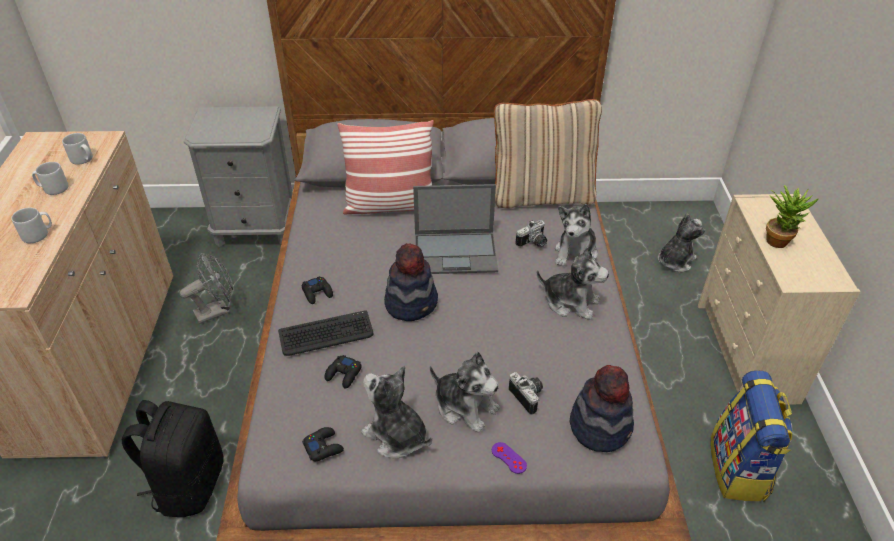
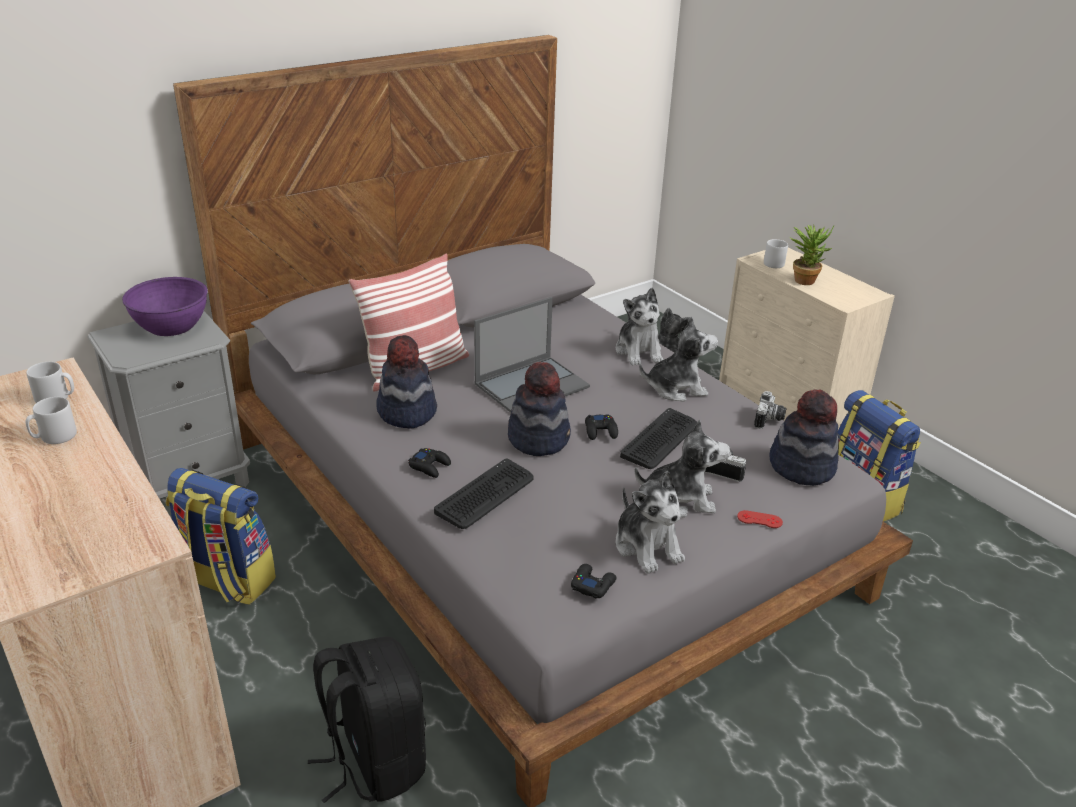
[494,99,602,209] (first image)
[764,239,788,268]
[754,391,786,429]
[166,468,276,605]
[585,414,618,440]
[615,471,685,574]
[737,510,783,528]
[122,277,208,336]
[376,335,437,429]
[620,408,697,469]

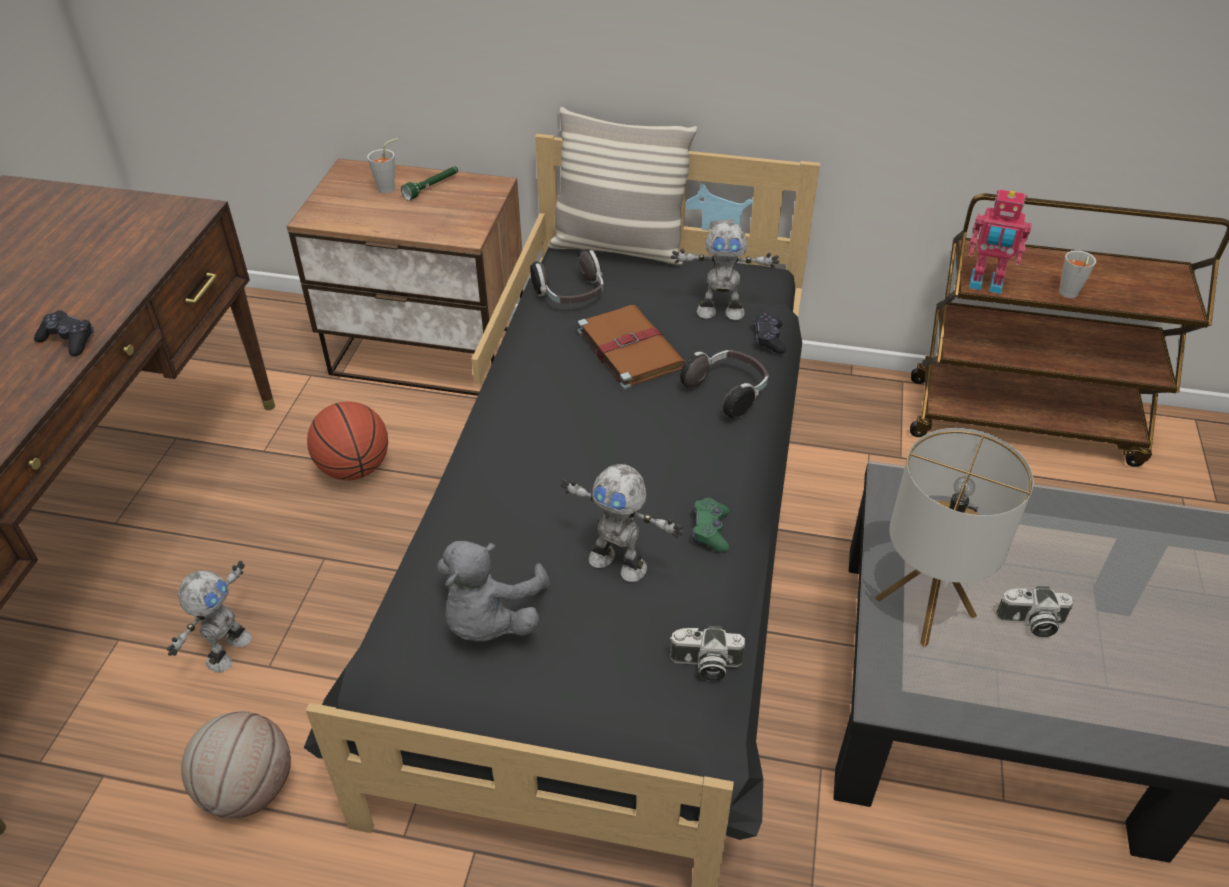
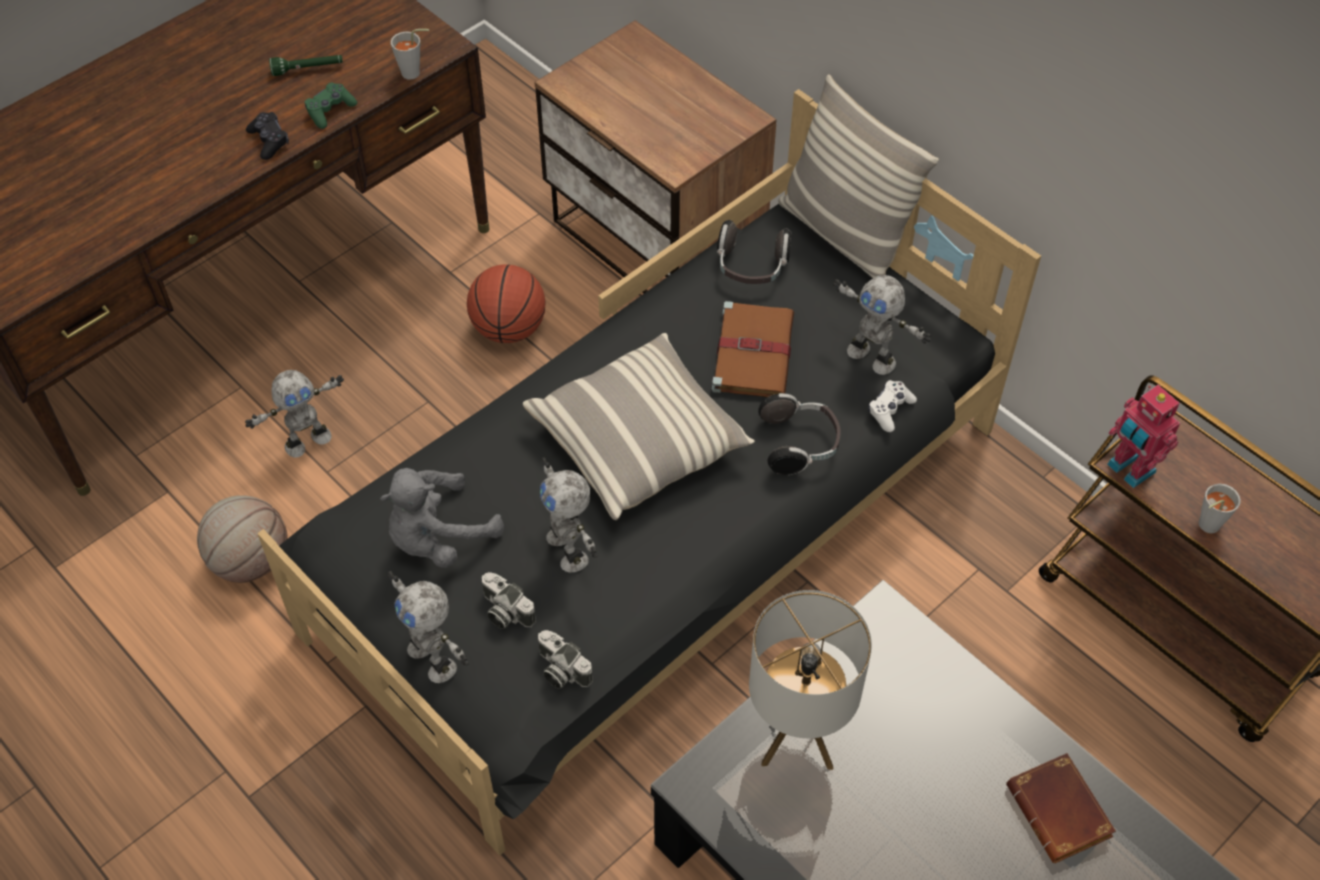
[391,29,429,80]
[269,55,343,76]
[868,380,917,432]
[304,82,357,129]
[482,572,536,629]
[523,333,755,520]
[388,571,469,683]
[1006,753,1116,863]

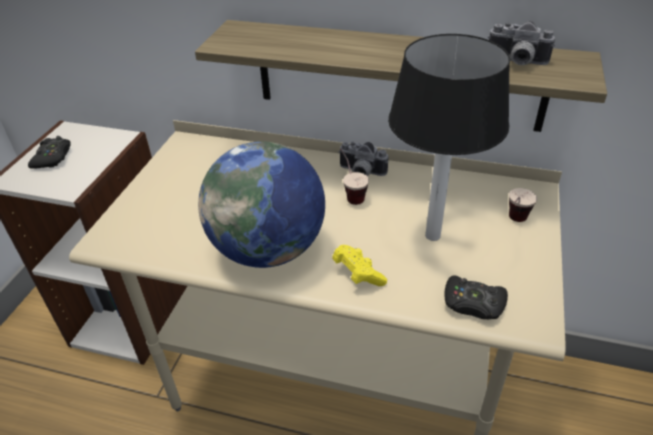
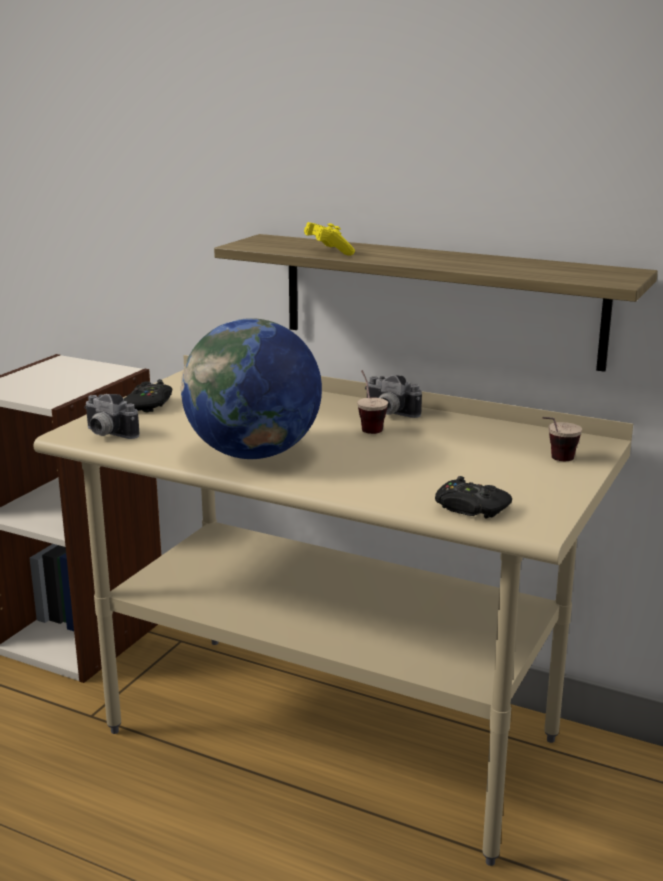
[84,394,140,439]
[388,34,510,241] (first image)
[124,379,172,413]
[304,222,355,256]

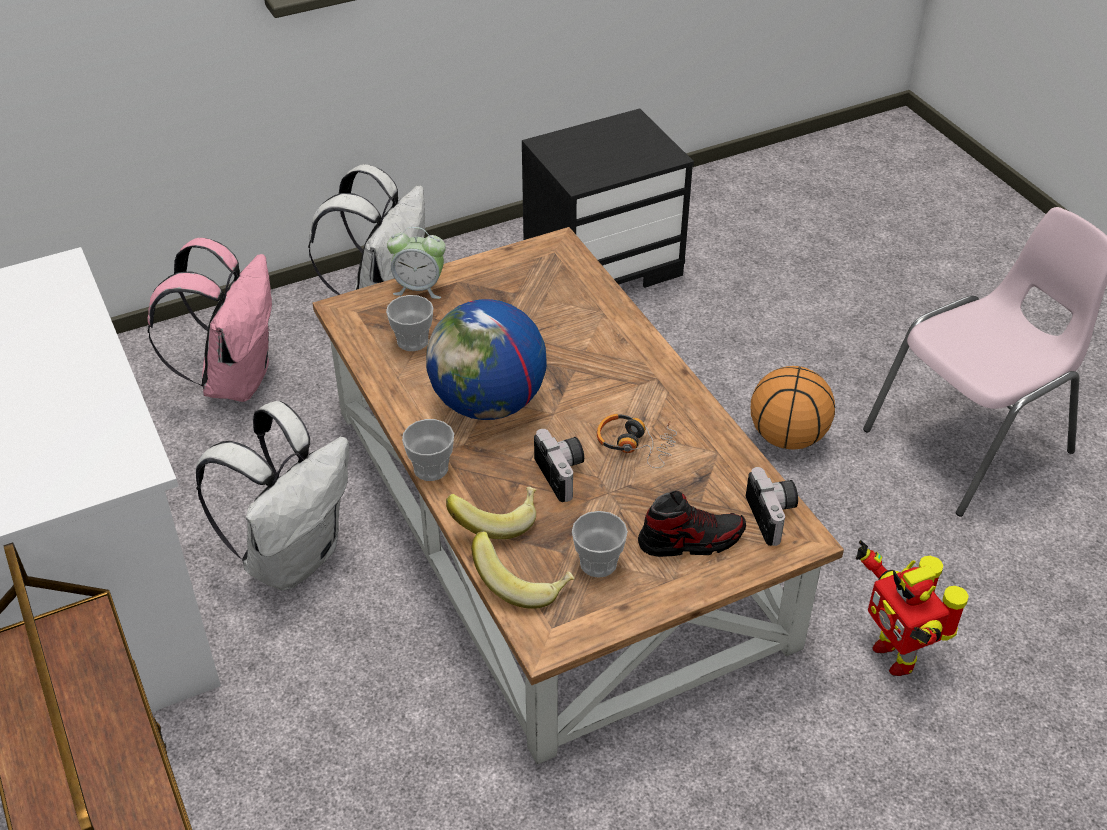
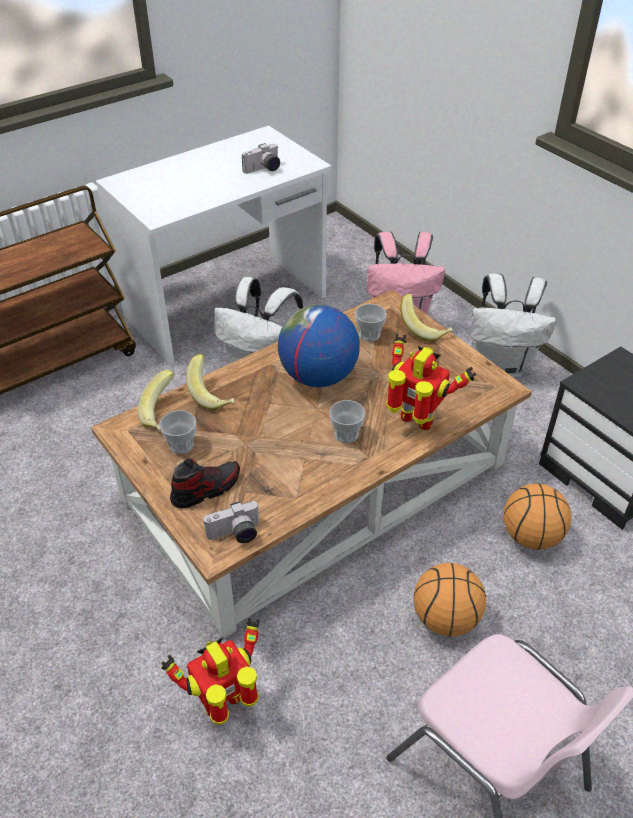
[400,294,453,342]
[597,414,677,468] (first image)
[329,400,365,443]
[242,143,280,174]
[170,458,240,509]
[386,334,476,430]
[503,483,571,550]

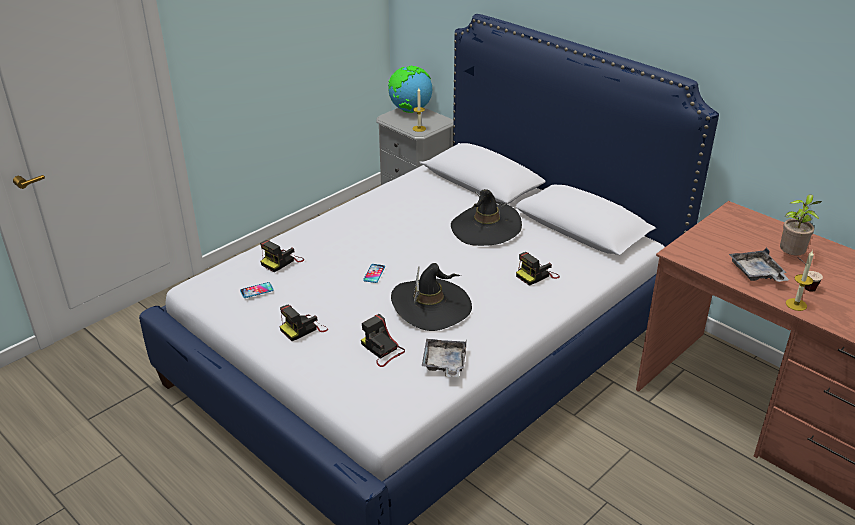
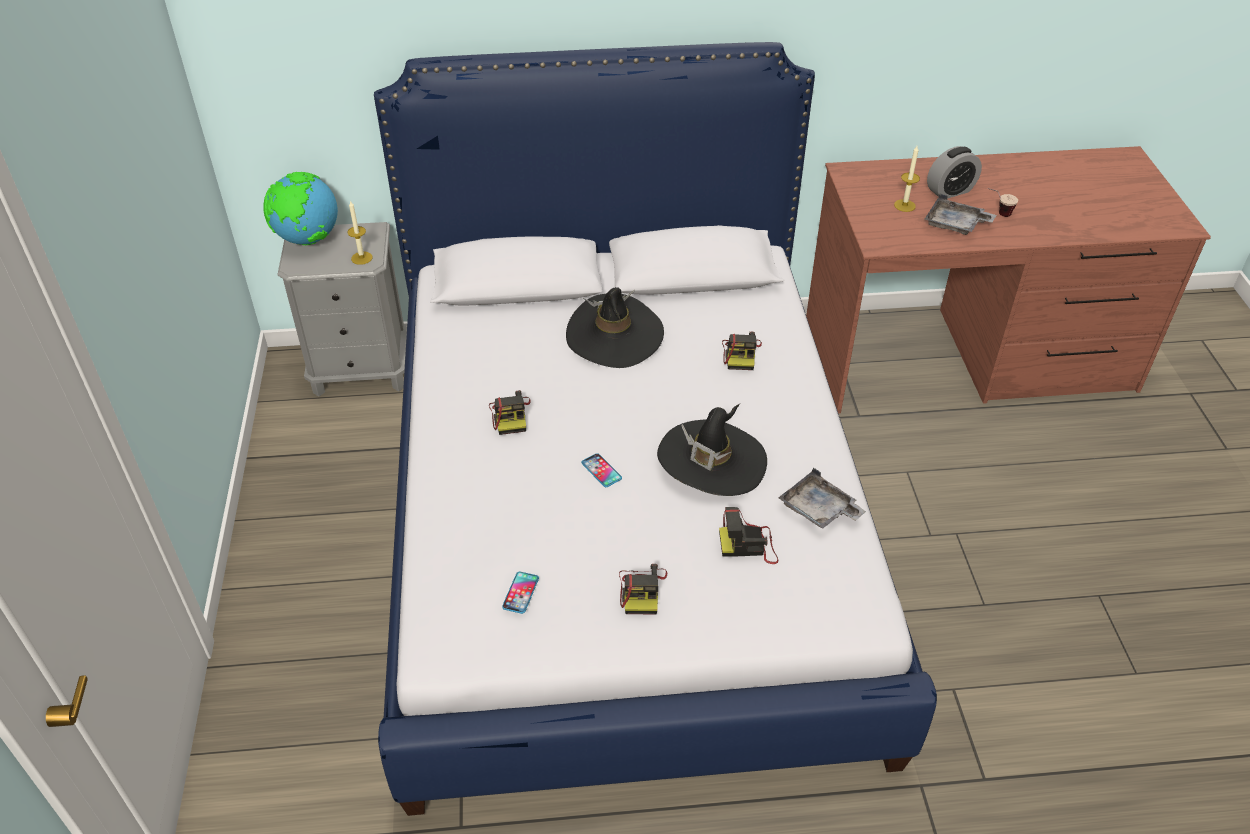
[927,146,982,199]
[489,390,531,435]
[894,146,920,212]

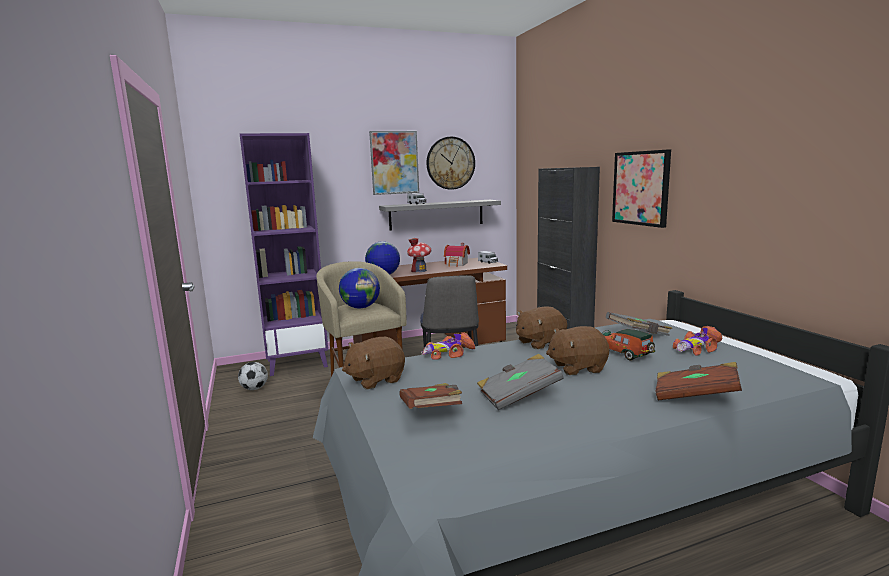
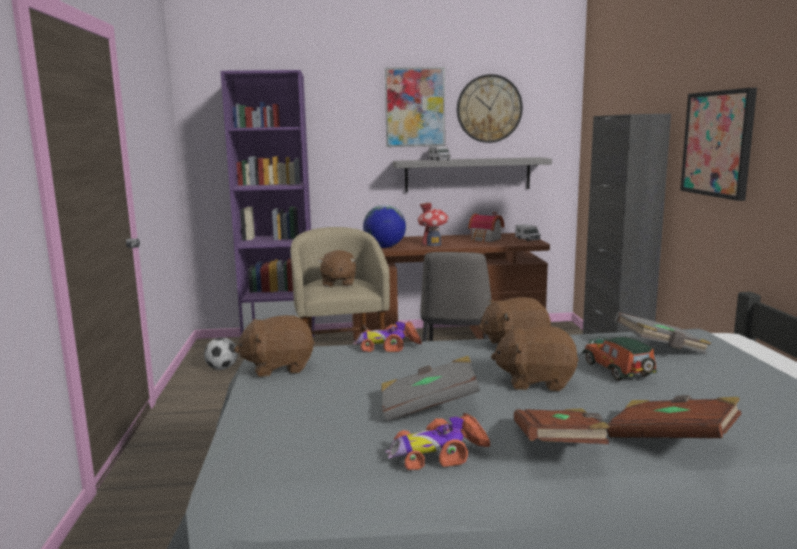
[318,250,356,287]
[385,413,490,470]
[514,409,610,444]

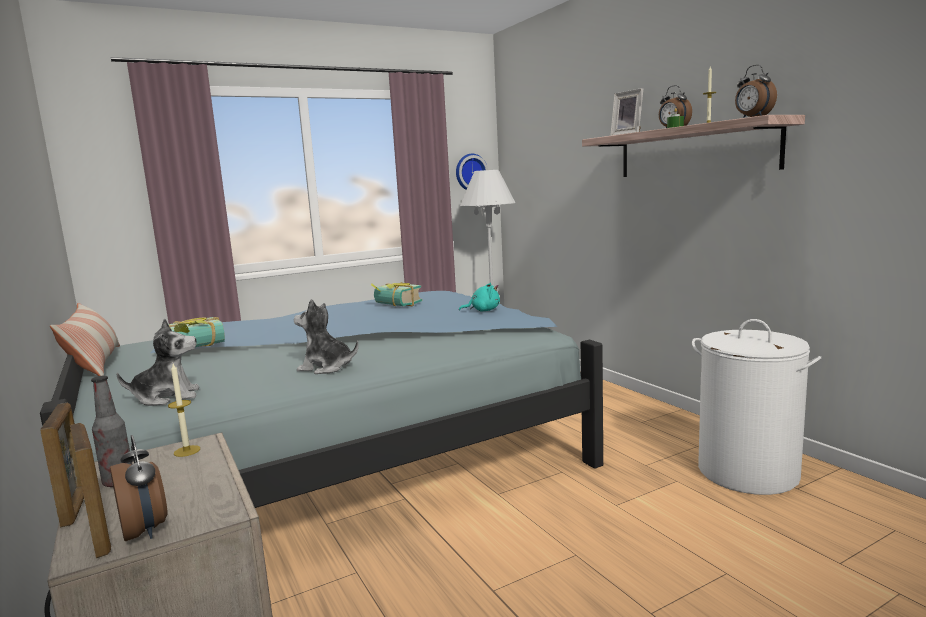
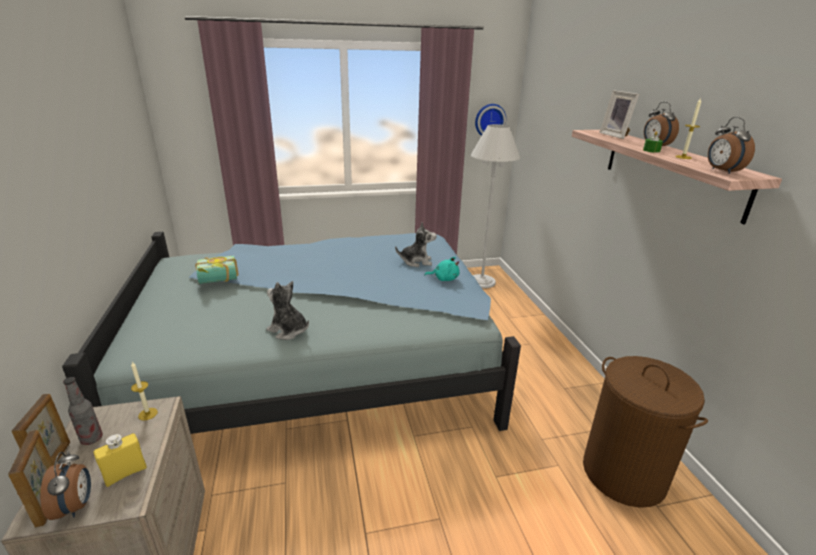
[371,282,422,306] (first image)
[50,303,120,376] (first image)
[395,222,437,267]
[583,356,708,508]
[94,433,147,487]

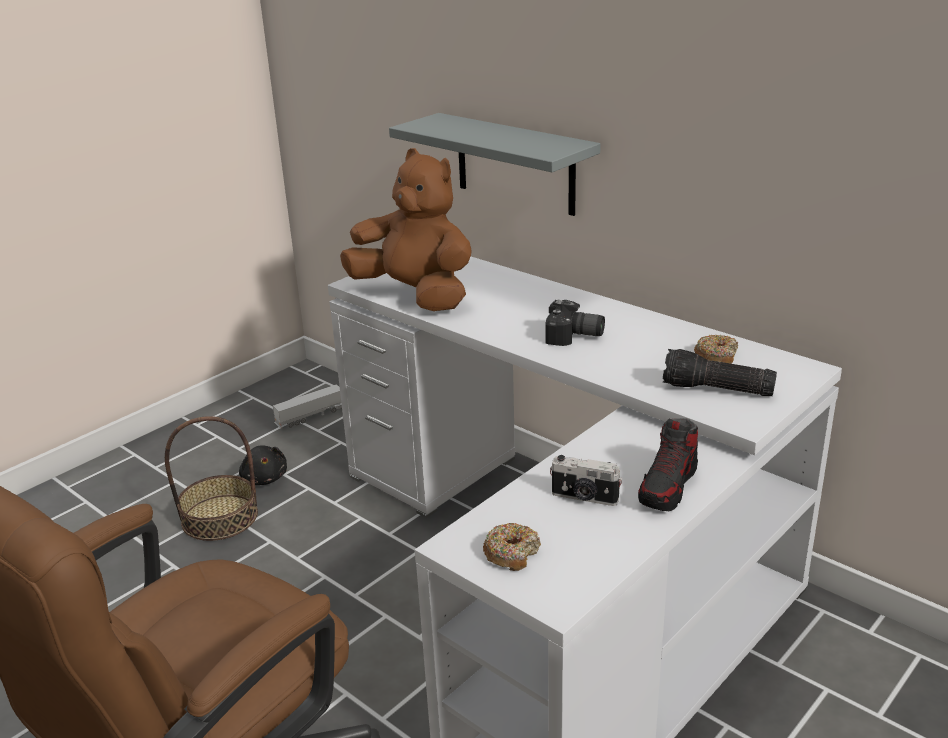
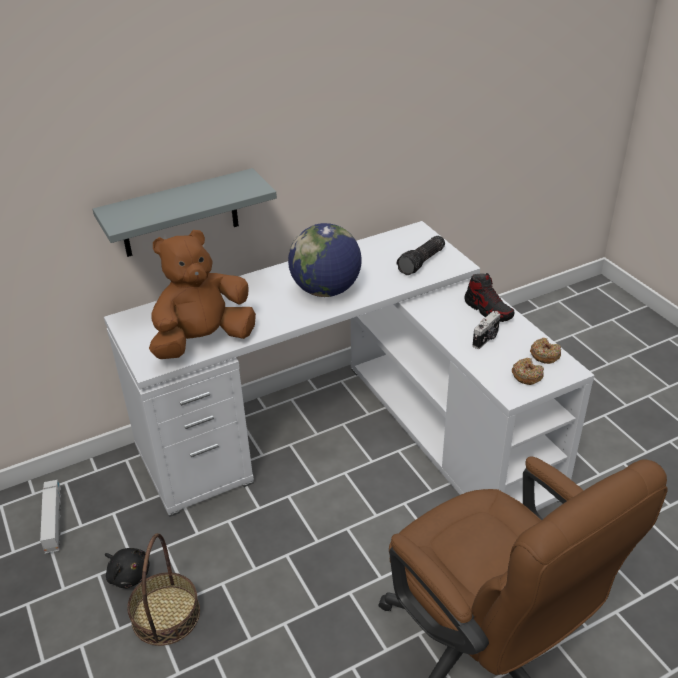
[288,223,362,297]
[530,338,561,364]
[105,548,150,588]

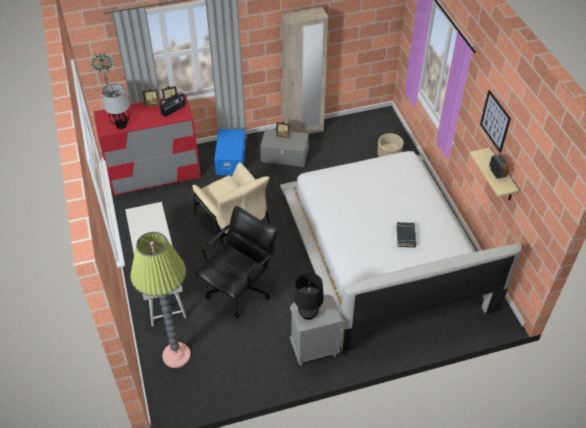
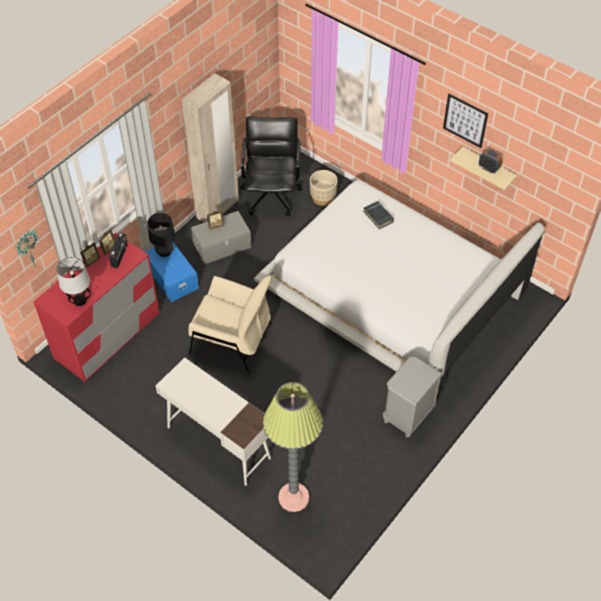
[241,116,302,216]
[363,201,394,229]
[148,213,175,257]

